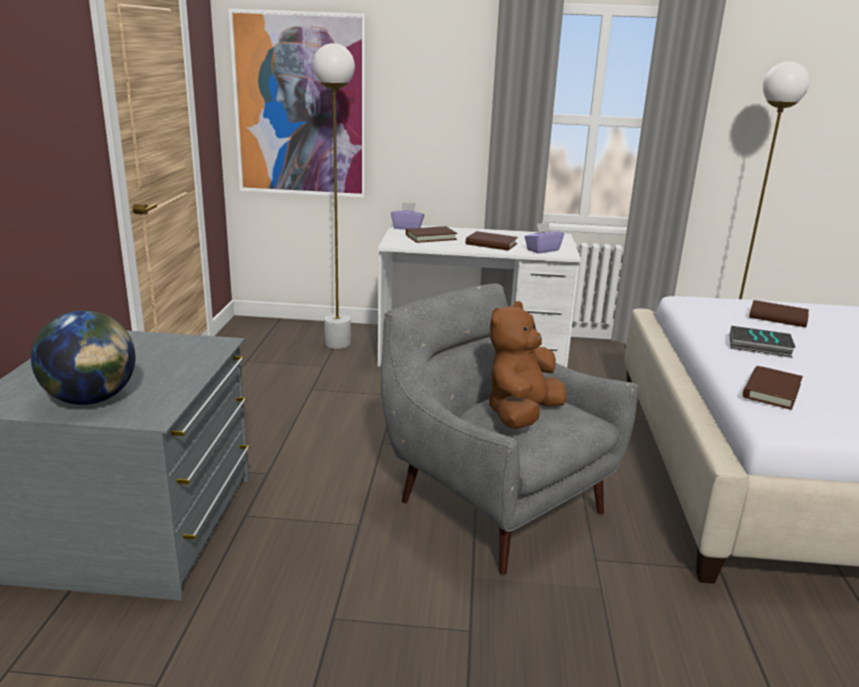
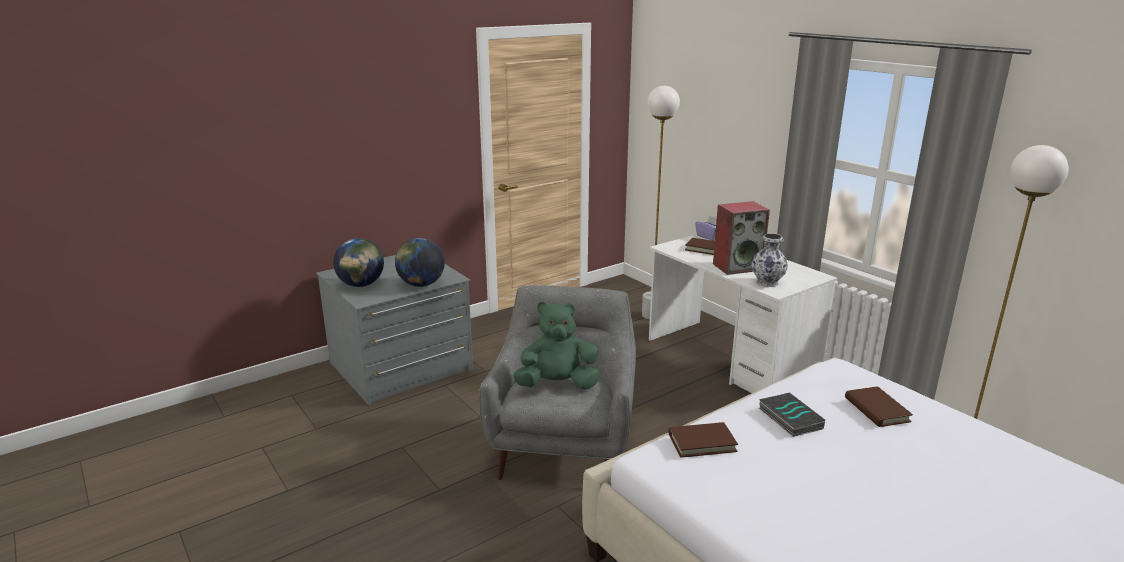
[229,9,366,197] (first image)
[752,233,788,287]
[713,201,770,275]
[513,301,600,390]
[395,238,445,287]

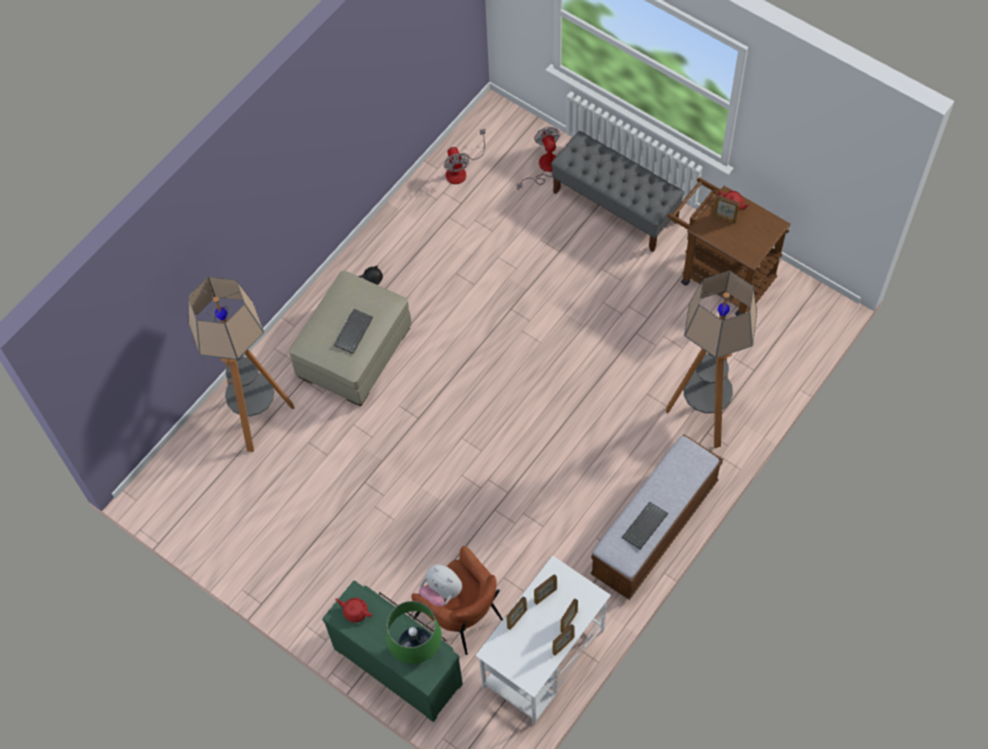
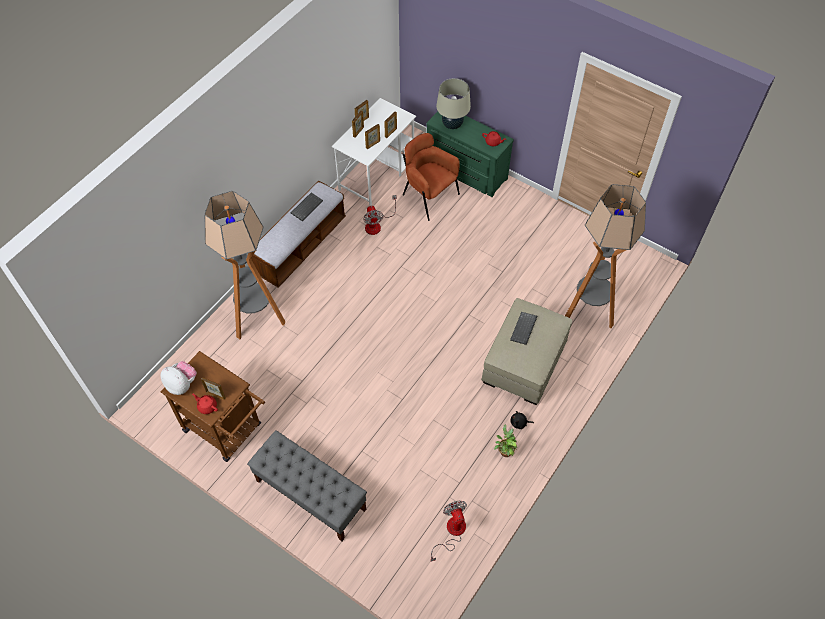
[363,195,397,235]
[161,361,197,395]
[436,78,471,129]
[494,425,517,457]

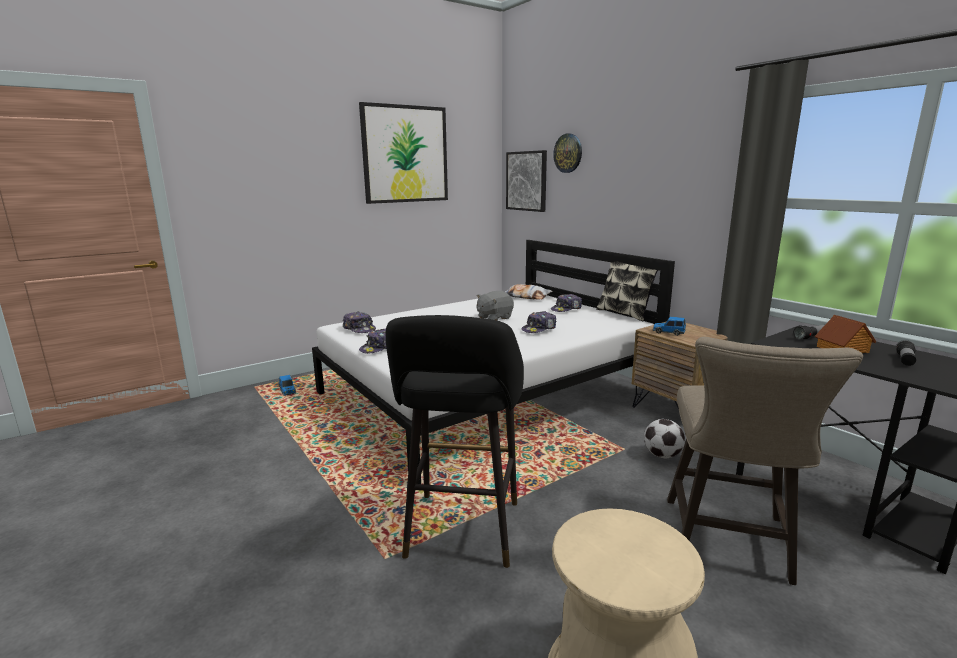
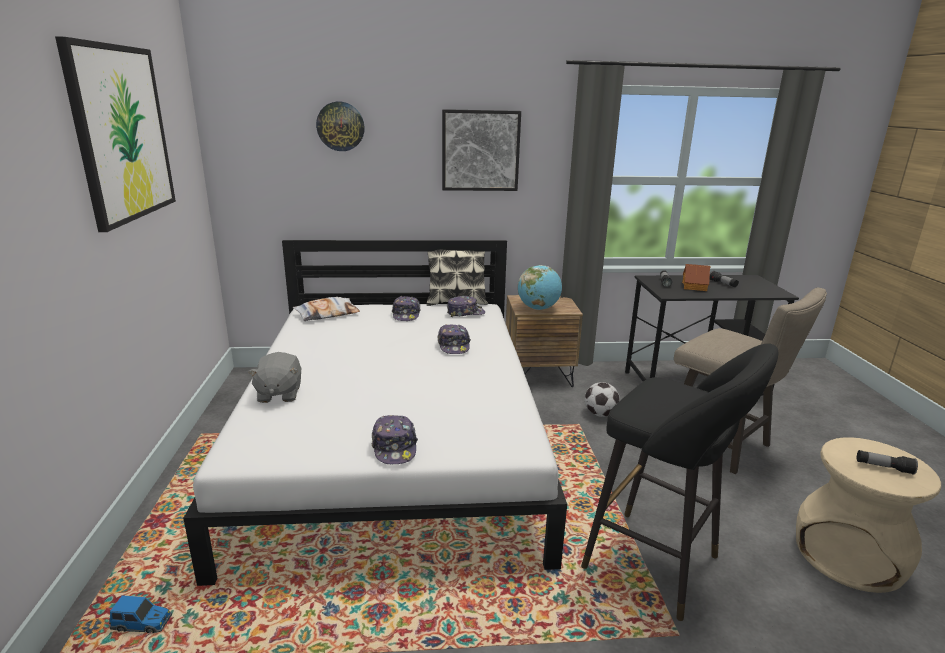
[442,109,521,191]
[248,352,301,403]
[447,296,485,317]
[518,265,562,310]
[857,450,918,475]

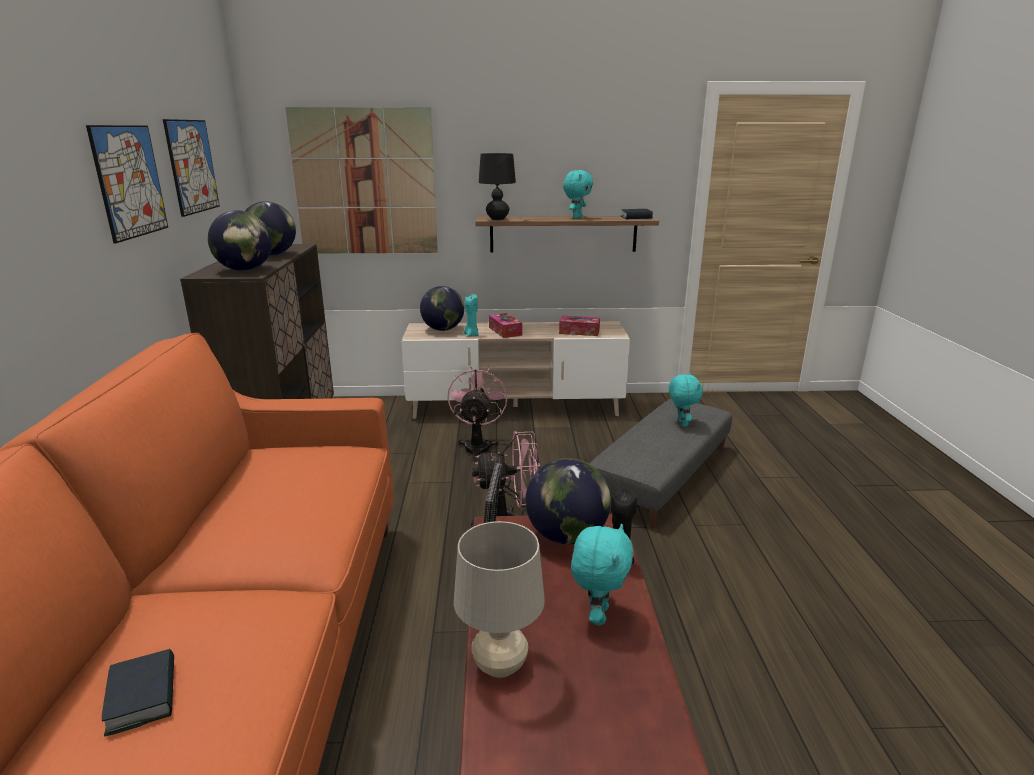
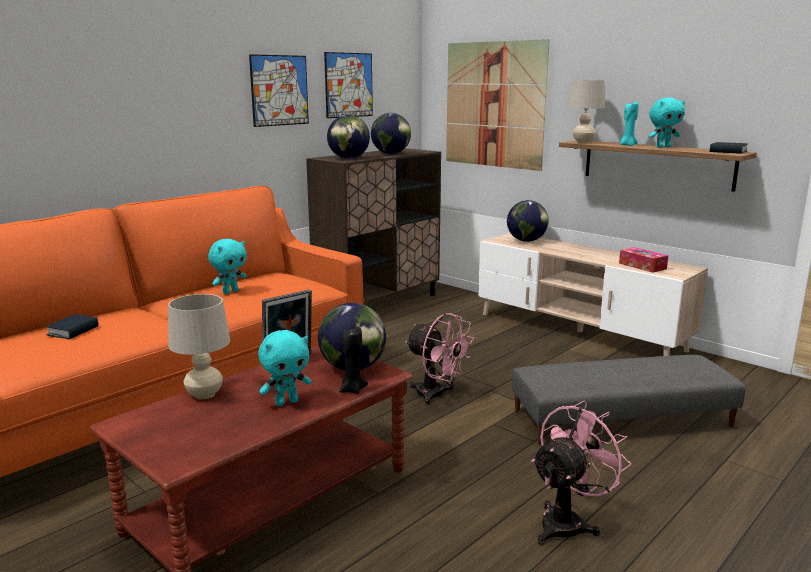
[568,80,605,143]
[620,102,639,146]
[489,313,522,338] (first image)
[531,401,631,545]
[208,239,247,294]

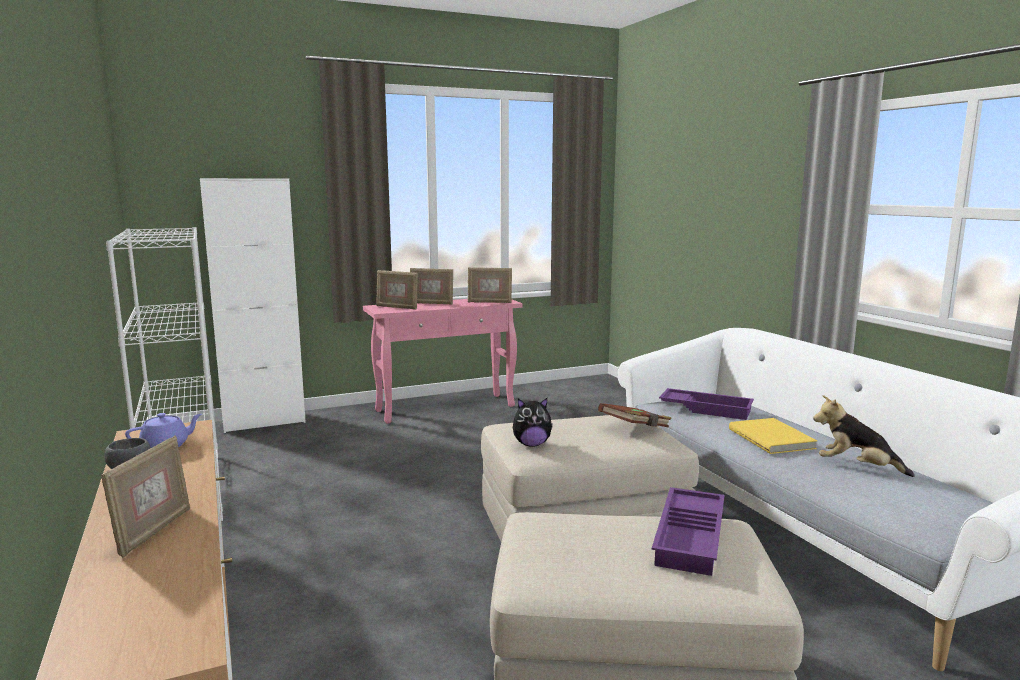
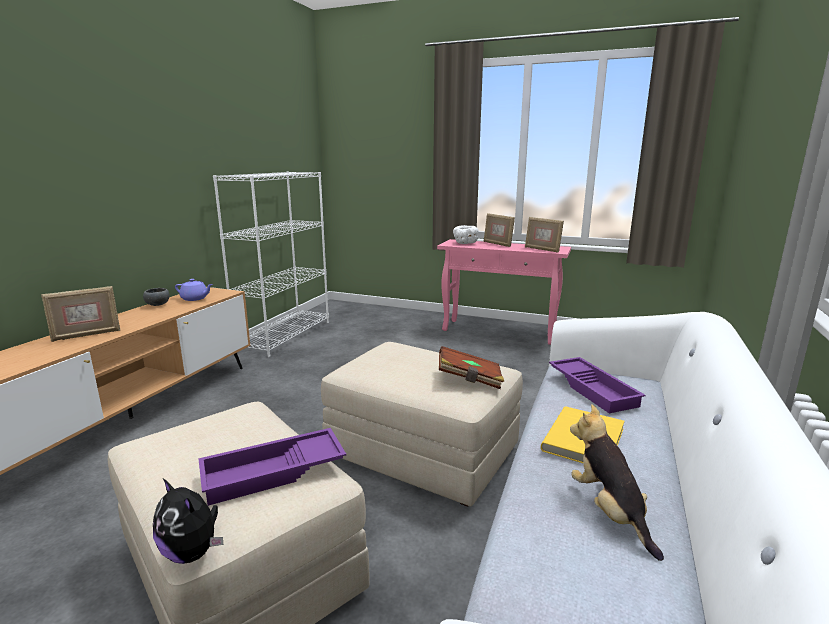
[200,178,306,433] (first image)
[453,225,478,244]
[153,479,223,564]

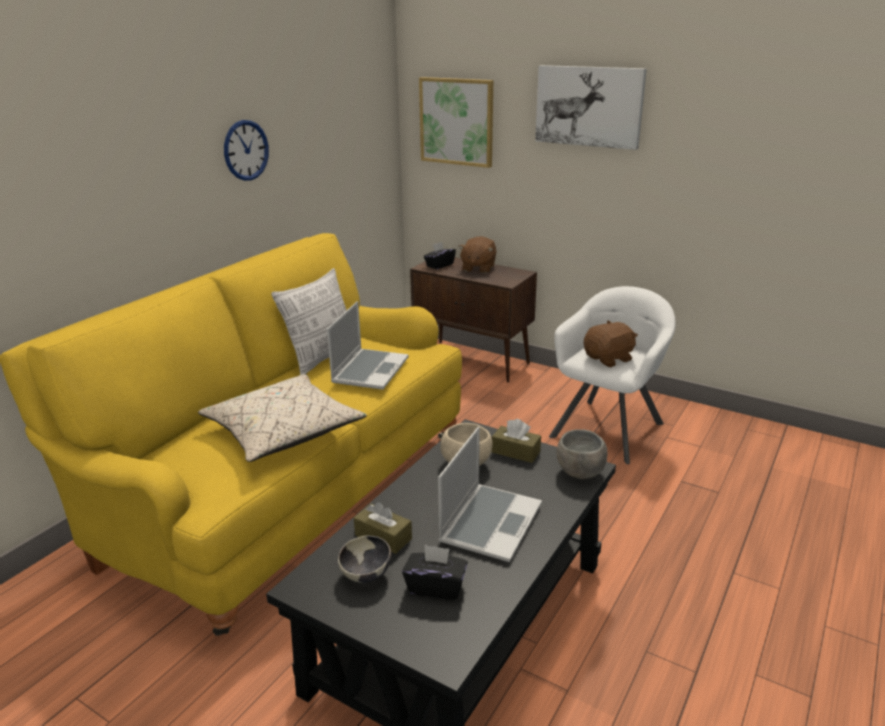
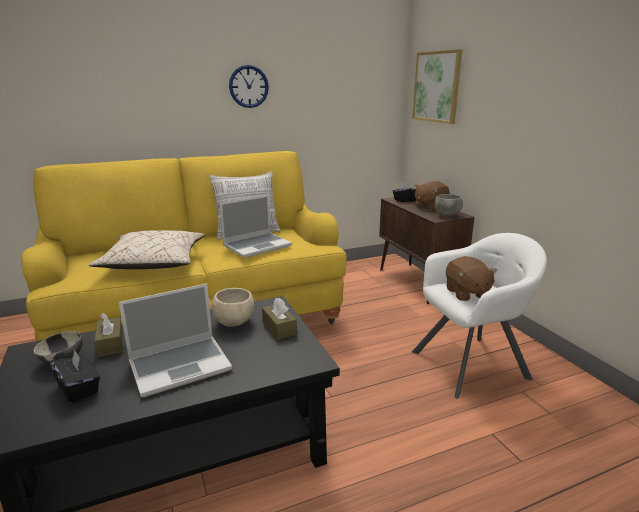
[535,65,647,150] (first image)
[446,256,498,301]
[435,194,463,217]

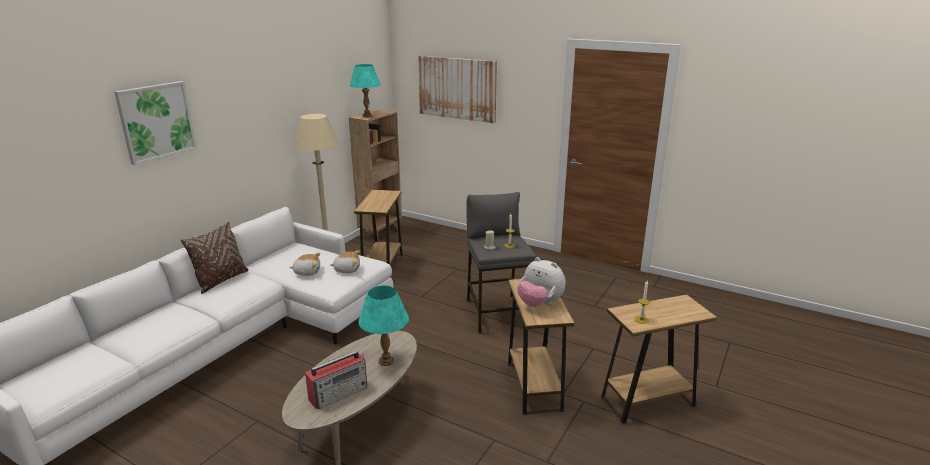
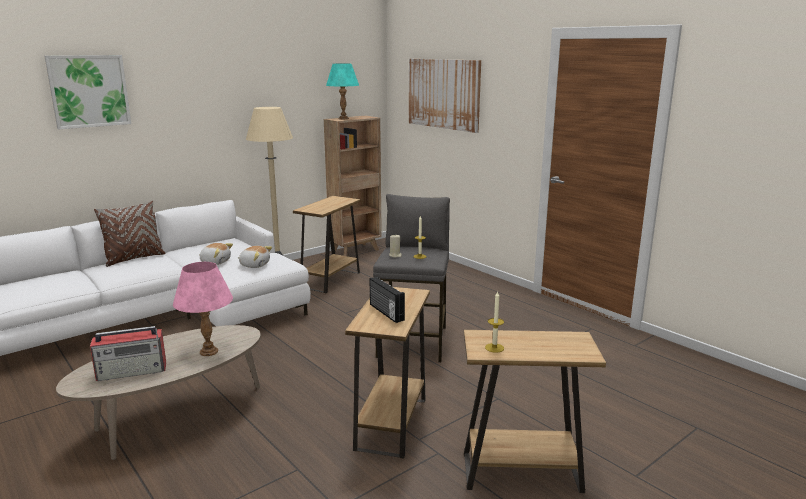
[370,277,405,323]
[173,262,233,356]

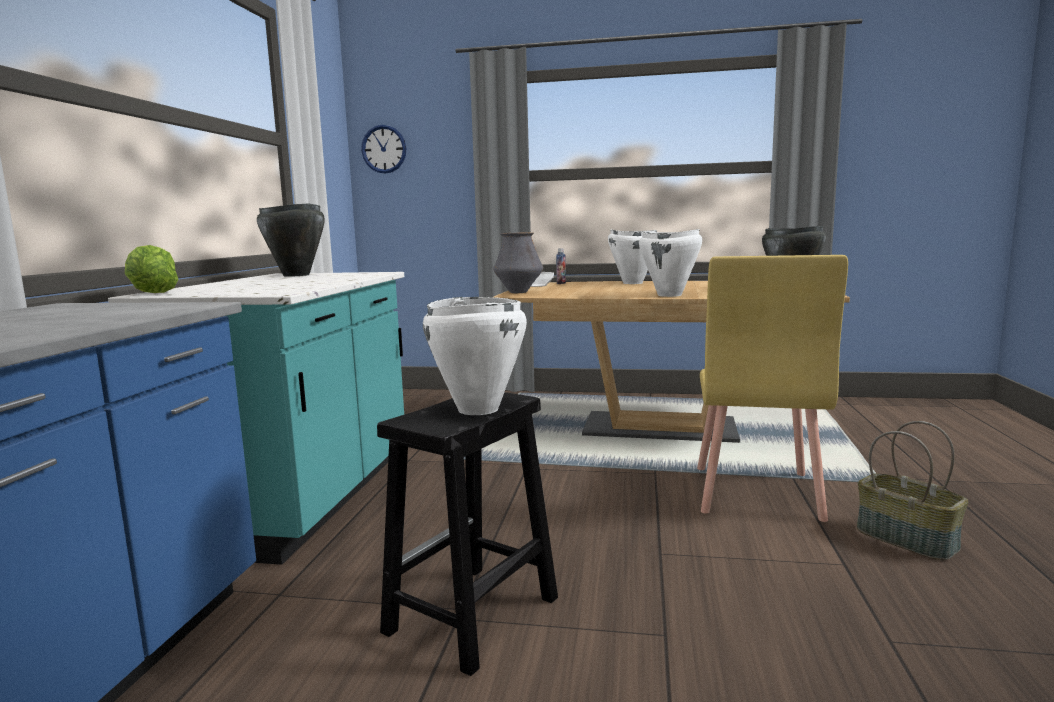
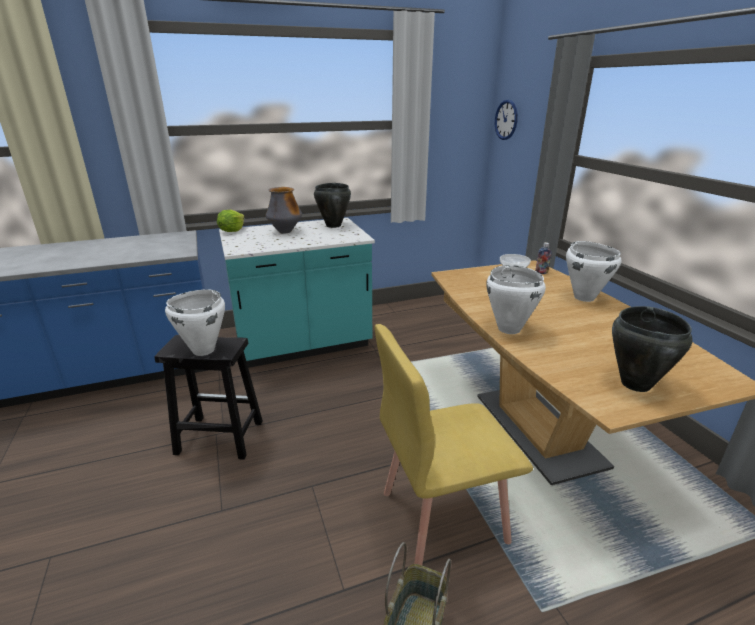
[266,187,302,233]

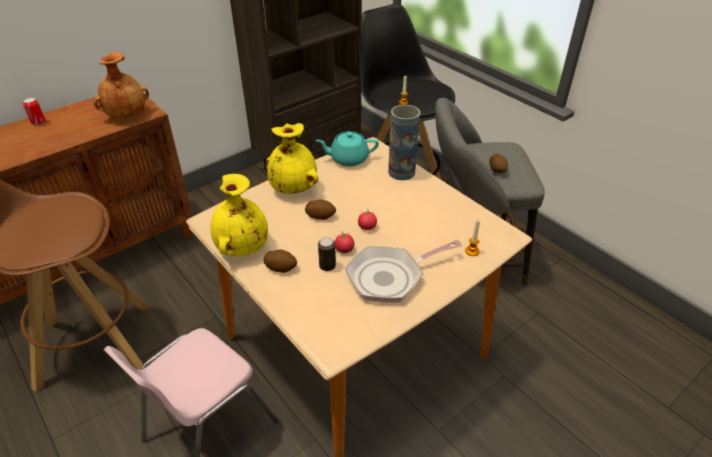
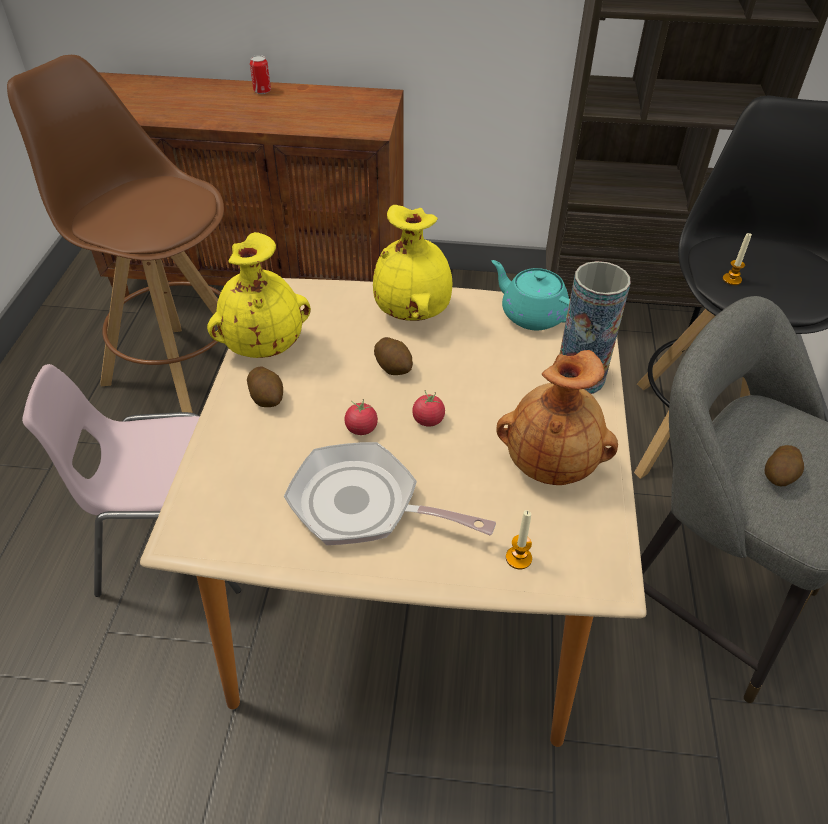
[496,350,618,485]
[318,237,336,271] (first image)

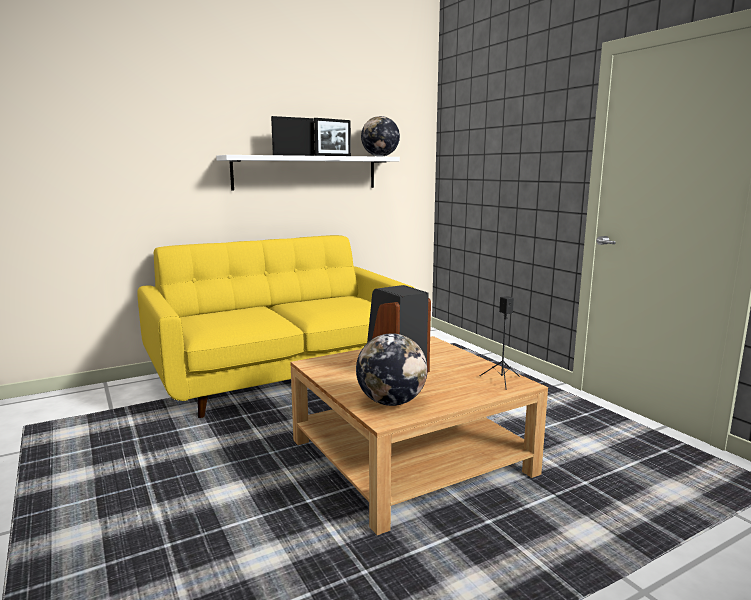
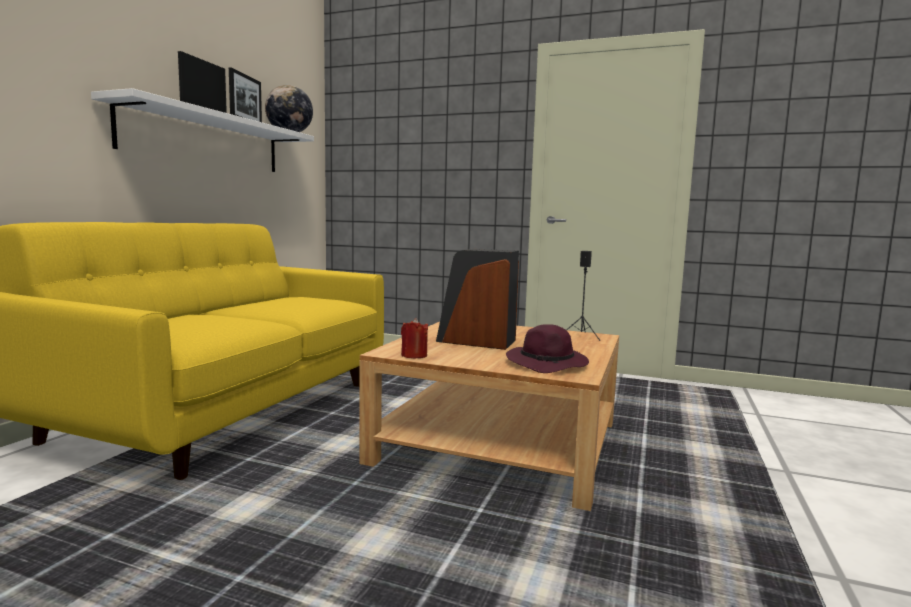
[506,324,589,373]
[401,318,428,358]

